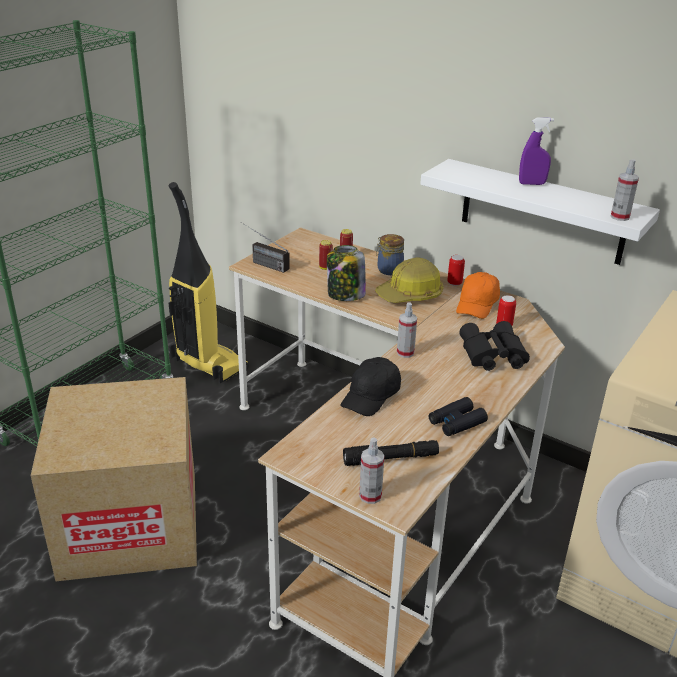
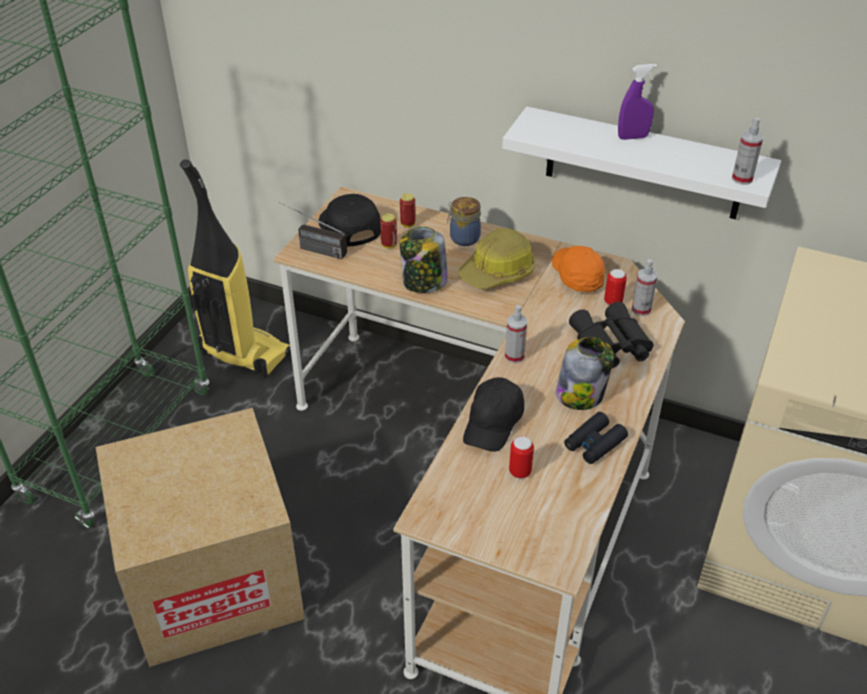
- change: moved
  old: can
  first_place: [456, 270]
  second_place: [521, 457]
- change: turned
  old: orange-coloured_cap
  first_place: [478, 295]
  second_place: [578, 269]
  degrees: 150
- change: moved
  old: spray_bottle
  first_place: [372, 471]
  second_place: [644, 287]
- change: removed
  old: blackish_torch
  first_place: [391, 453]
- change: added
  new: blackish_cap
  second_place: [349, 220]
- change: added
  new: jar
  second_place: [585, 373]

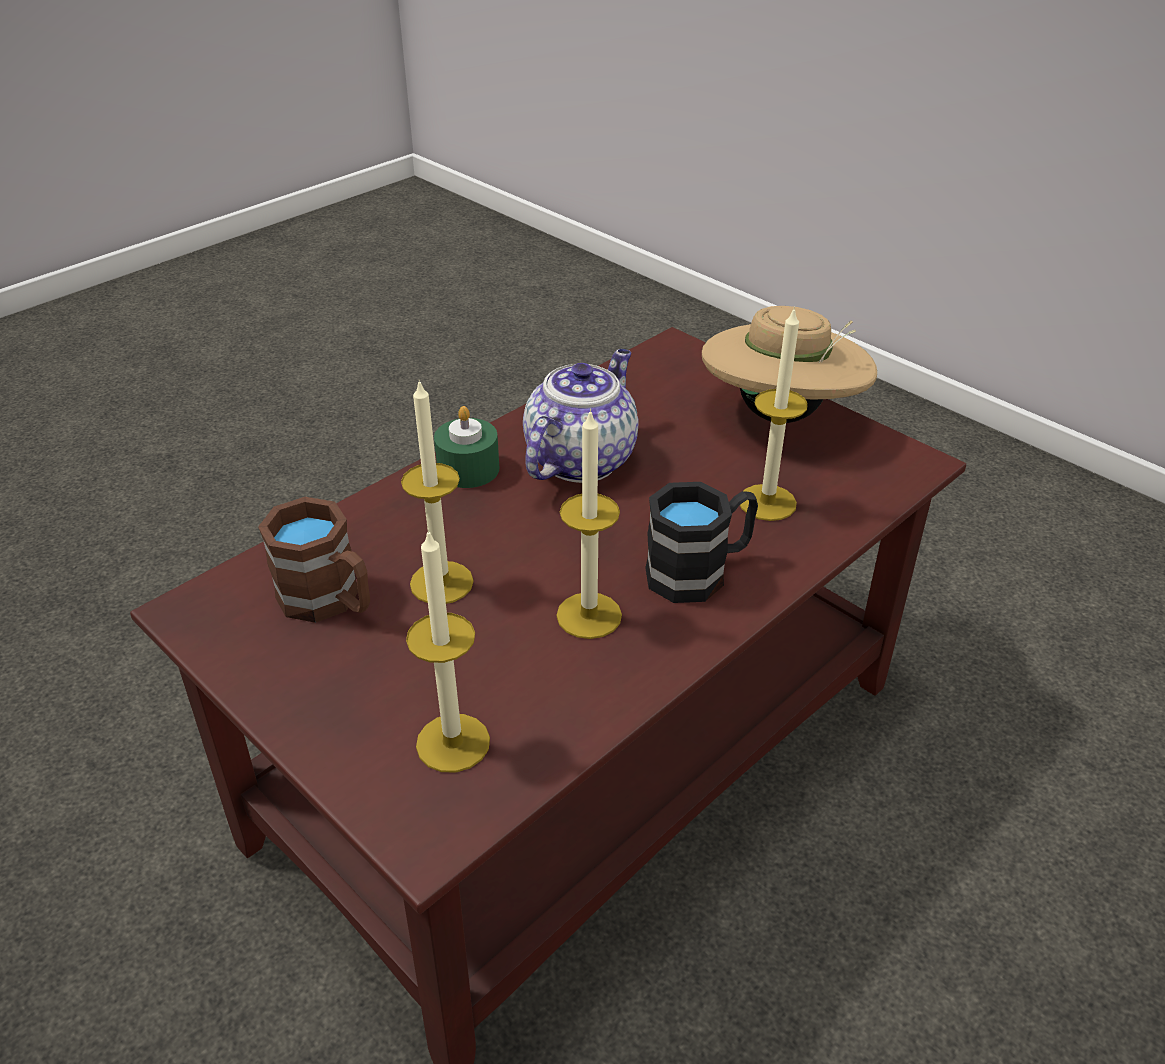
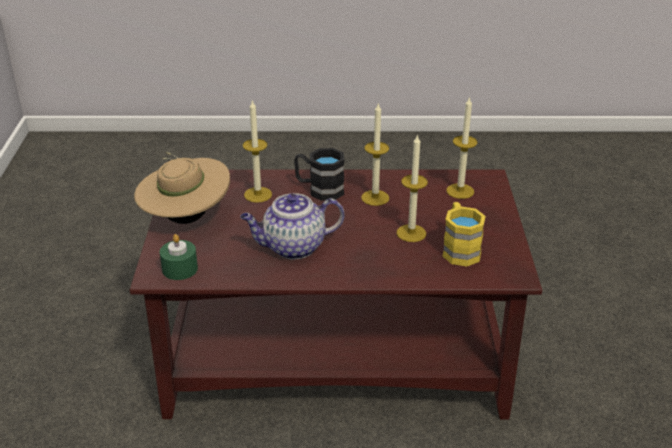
- change: moved
  old: green-coloured_candle
  first_place: [466, 447]
  second_place: [179, 257]
- change: recoloured
  old: brown_tea_mug
  new: yellow_tea_mug
  first_place: [314, 560]
  second_place: [464, 234]

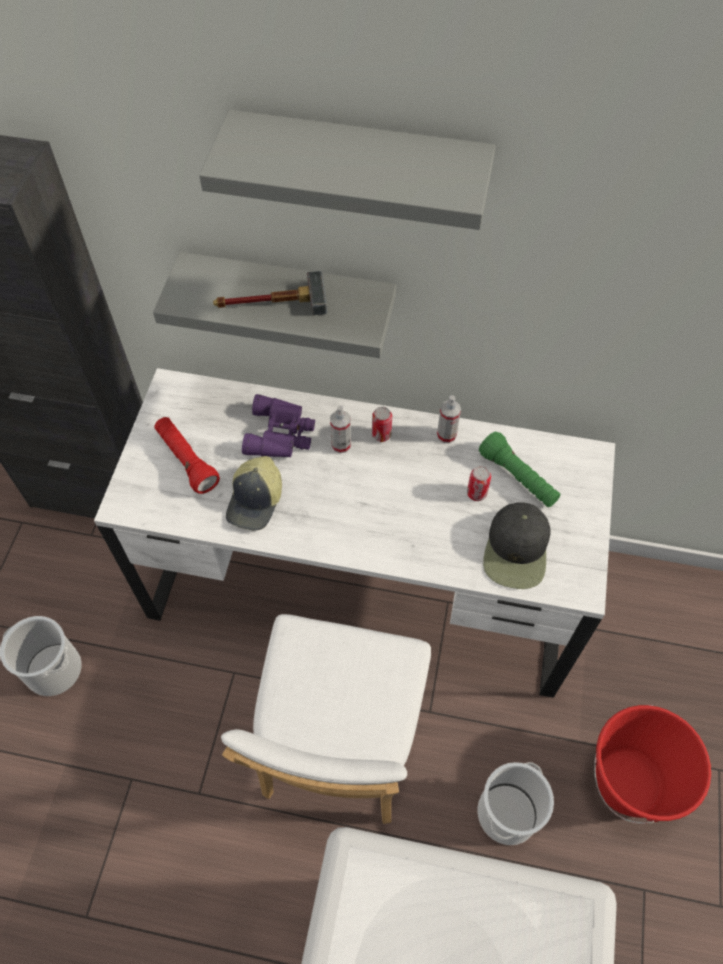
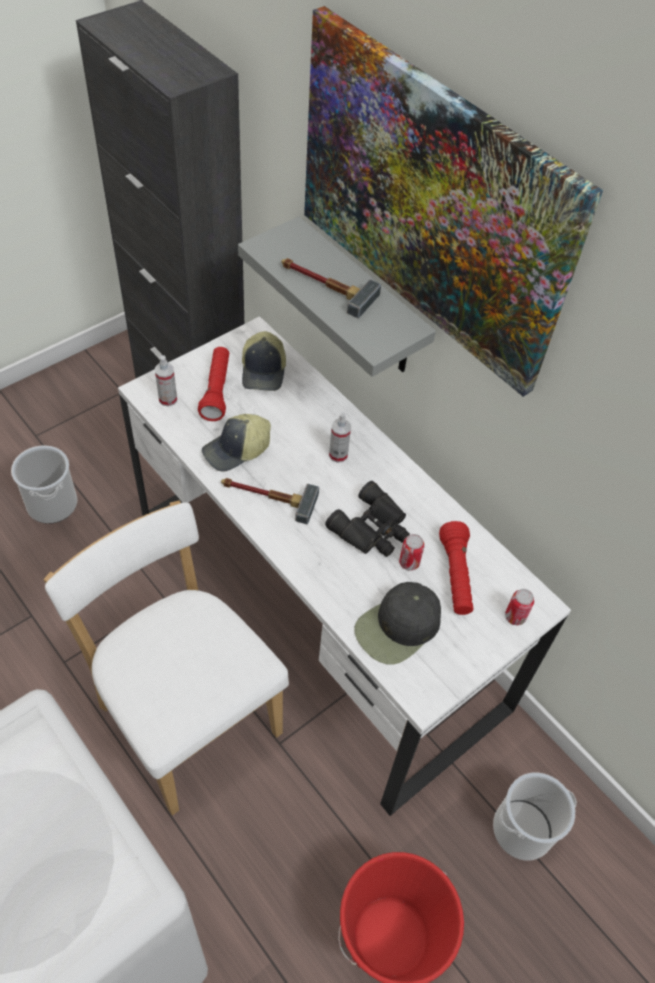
- change: replaced
  old: grey_wall_shelf
  new: wall_art
  first_place: [347, 170]
  second_place: [453, 201]
- change: removed
  old: purple-coloured_binoculars
  first_place: [278, 425]
- change: moved
  old: spray_bottle
  first_place: [449, 419]
  second_place: [166, 381]
- change: moved
  old: can
  first_place: [382, 424]
  second_place: [519, 607]
- change: recoloured
  old: green-coloured_torch
  new: red-coloured_torch
  first_place: [519, 469]
  second_place: [456, 568]
- change: turned
  old: white_upright_chair
  first_place: [326, 719]
  second_place: [166, 658]
  degrees: 90
- change: moved
  old: bucket
  first_place: [516, 803]
  second_place: [535, 816]
- change: added
  new: cap
  second_place: [264, 361]
- change: added
  new: tool_hammer
  second_place: [270, 501]
- change: added
  new: blackish_binoculars
  second_place: [367, 519]

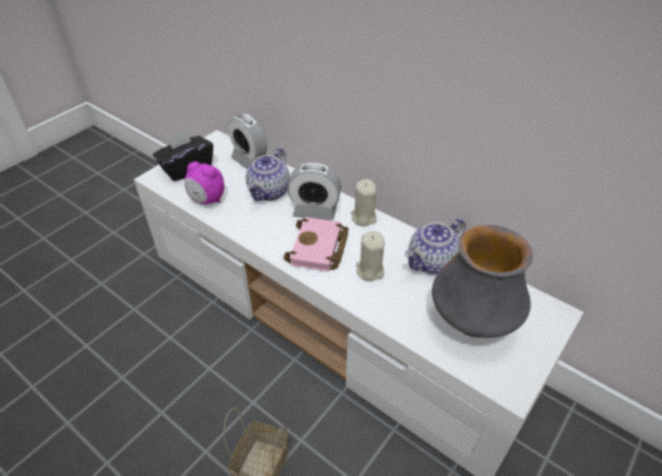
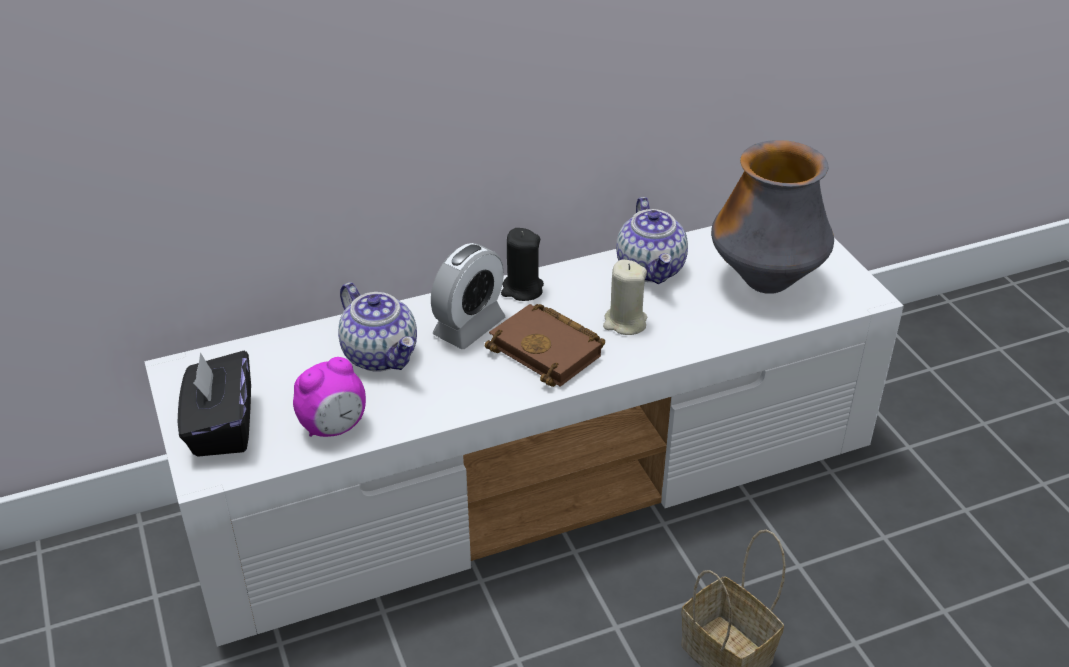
- change: removed
  old: bedside_clock
  first_place: [247, 141]
- change: recoloured
  old: beige-coloured_candle
  new: blackish_candle
  first_place: [364, 202]
  second_place: [522, 264]
- change: recoloured
  old: pinkish_book
  new: brown_book
  first_place: [316, 244]
  second_place: [545, 345]

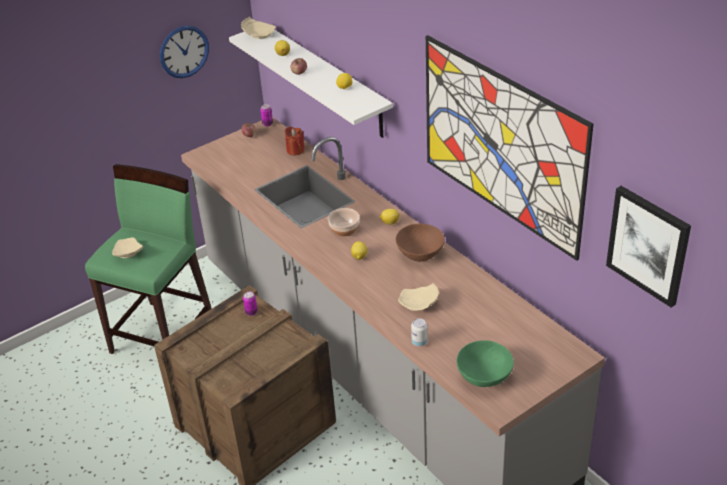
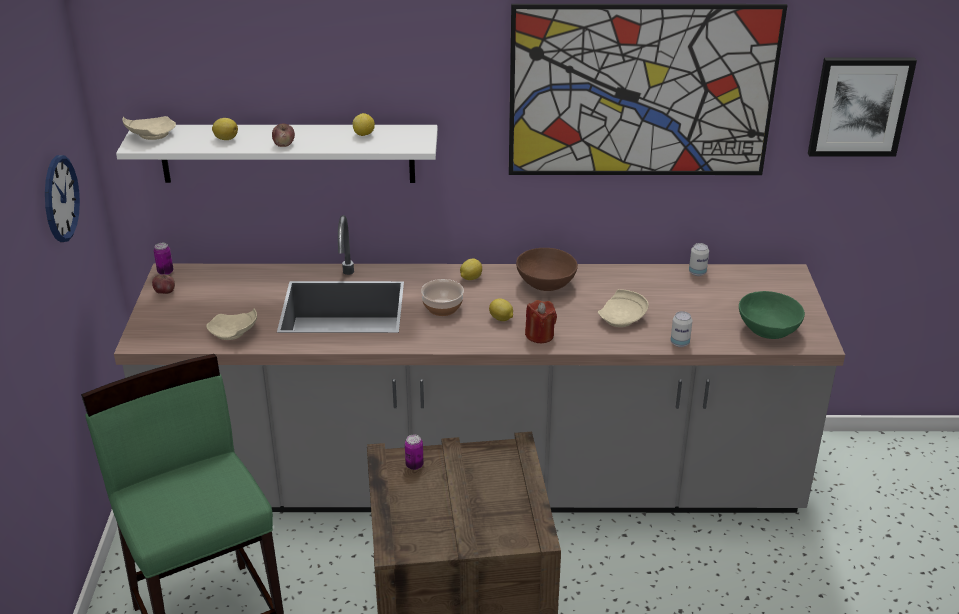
- change: moved
  old: red-coloured_candle
  first_place: [294, 141]
  second_place: [541, 321]
- change: moved
  old: beige-coloured_dinner_plate
  first_place: [127, 248]
  second_place: [231, 324]
- change: added
  new: can
  second_place: [699, 259]

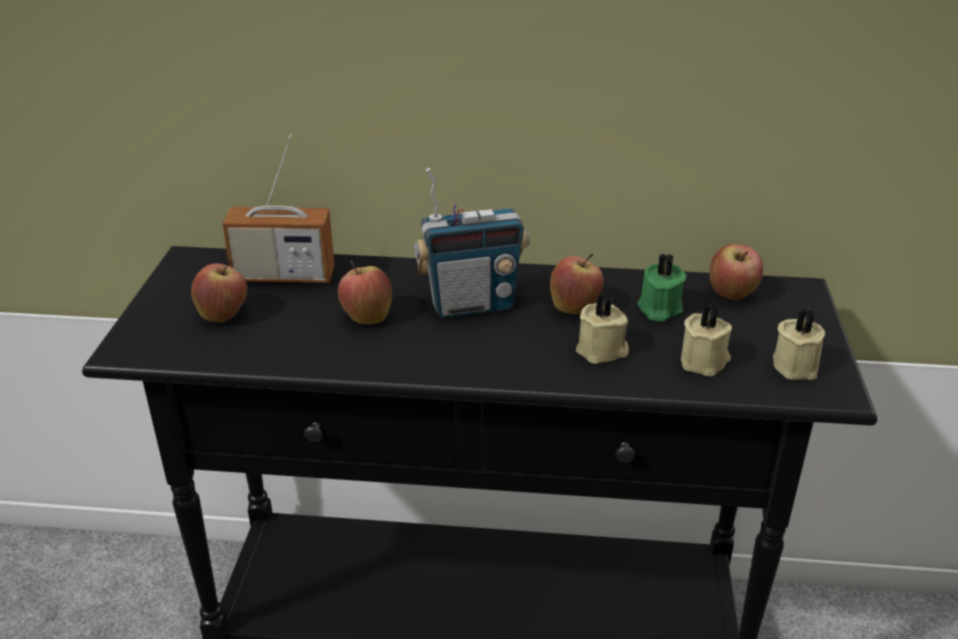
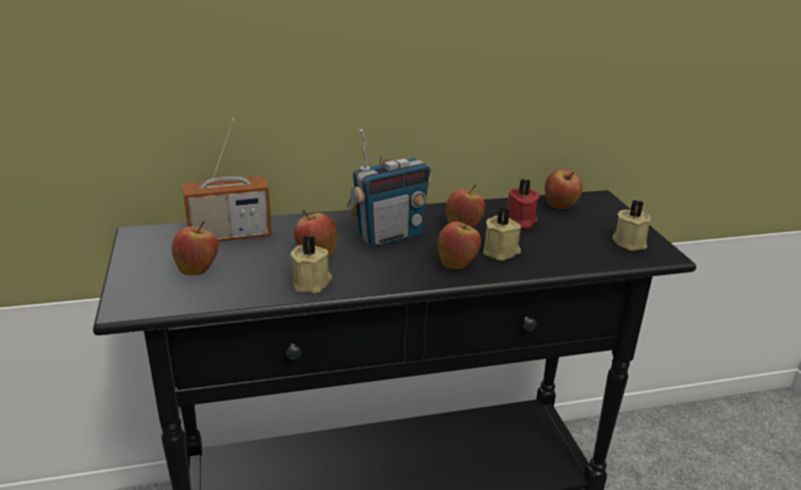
- change: recoloured
  old: green-coloured_candle
  new: red-coloured_candle
  first_place: [662, 287]
  second_place: [523, 204]
- change: moved
  old: beige-coloured_candle
  first_place: [706, 340]
  second_place: [311, 264]
- change: added
  new: whole_apple
  second_place: [459, 243]

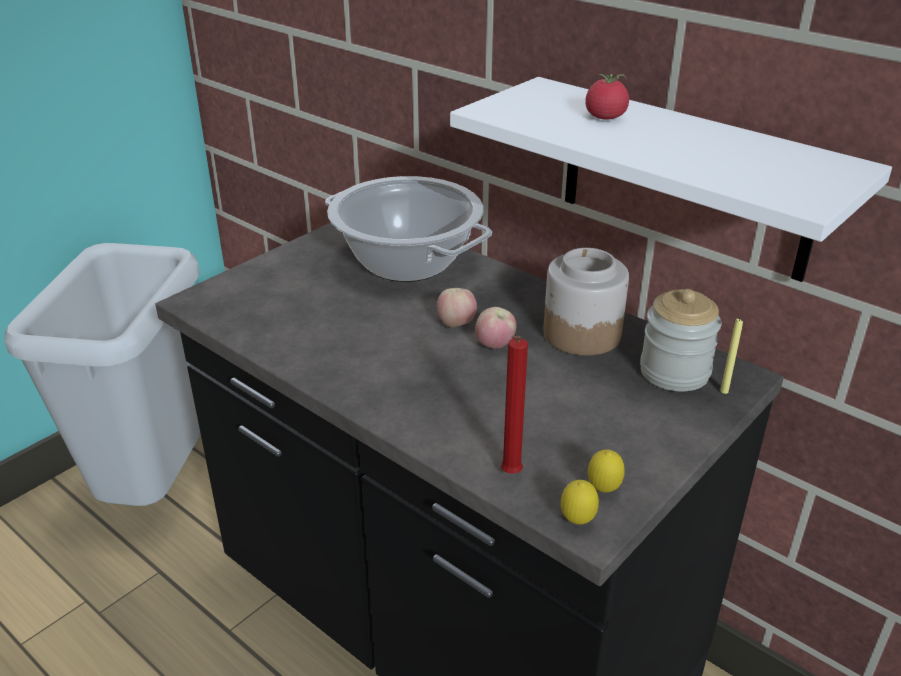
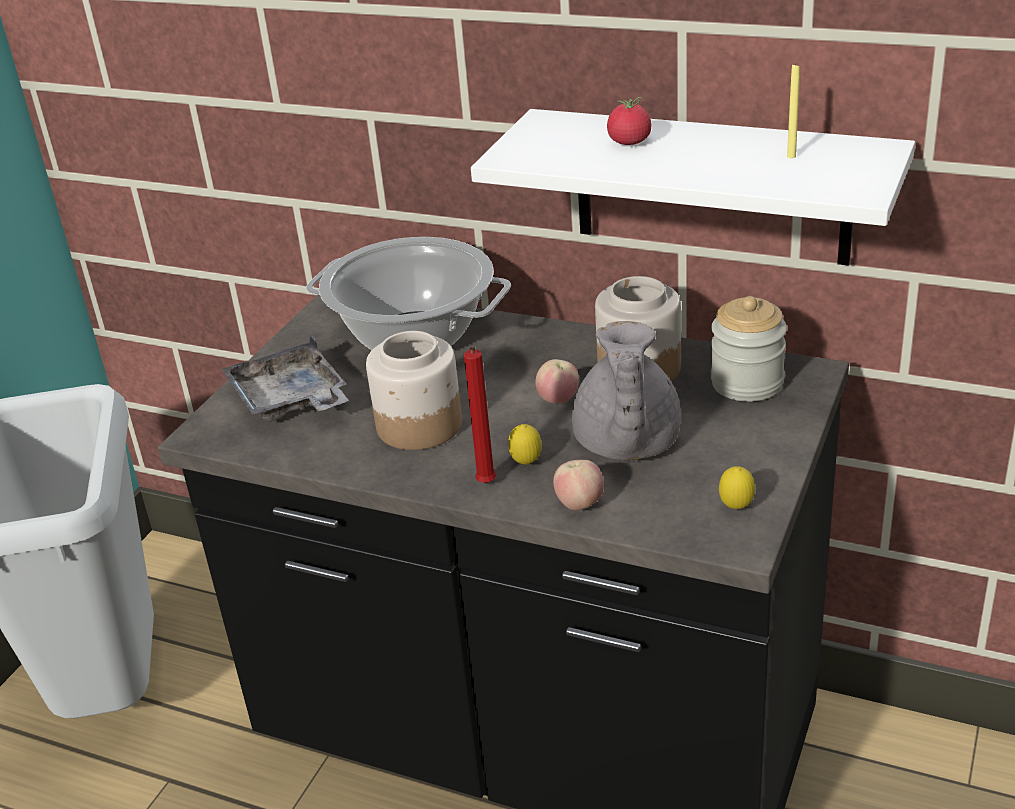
- change: moved
  old: whole_apple
  first_place: [457, 307]
  second_place: [578, 485]
- change: moved
  old: yellow_candle
  first_place: [731, 356]
  second_place: [793, 111]
- change: moved
  old: red-coloured_candle
  first_place: [514, 405]
  second_place: [480, 415]
- change: moved
  old: lemon
  first_place: [580, 502]
  second_place: [525, 444]
- change: added
  new: grey_tea_pot
  second_place: [626, 390]
- change: added
  new: jar
  second_place: [414, 390]
- change: added
  new: grey_serving_tray
  second_place: [285, 378]

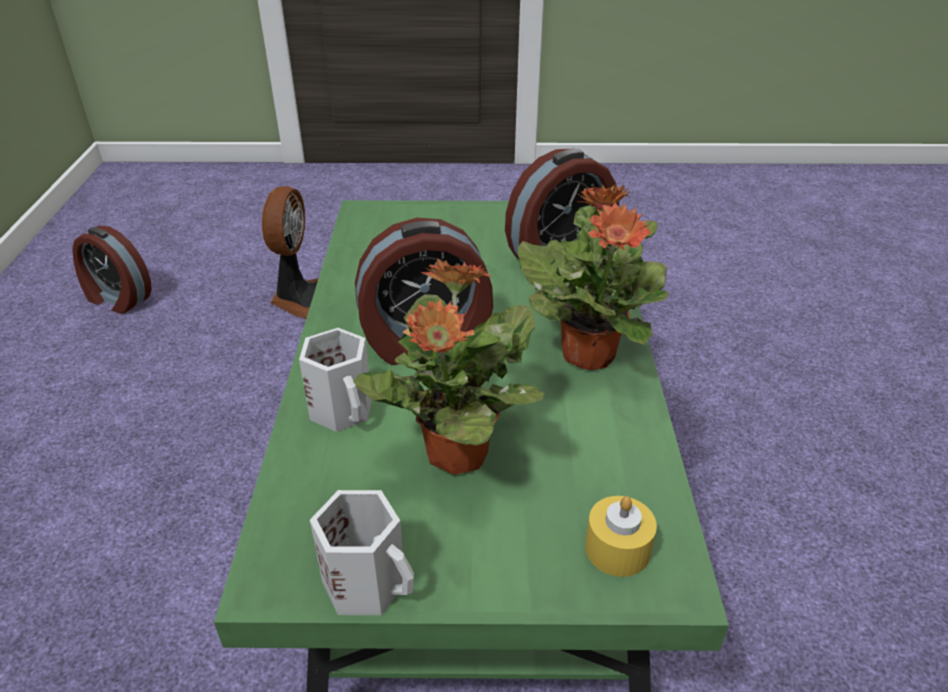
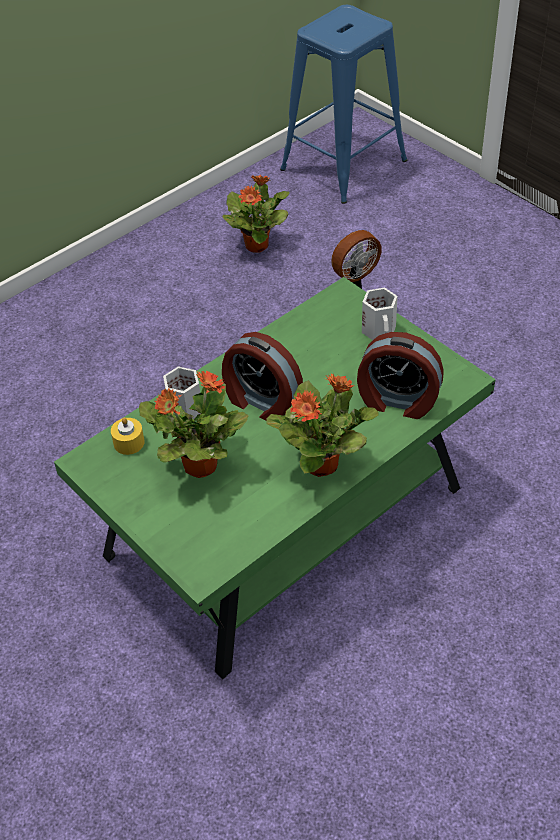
- change: replaced
  old: bedside_clock
  new: houseplant
  first_place: [112, 270]
  second_place: [256, 214]
- change: moved
  old: white_tea_mug
  first_place: [362, 552]
  second_place: [380, 313]
- change: moved
  old: yellow_candle
  first_place: [621, 536]
  second_place: [128, 436]
- change: added
  new: blue-coloured_sitting_stool
  second_place: [343, 104]

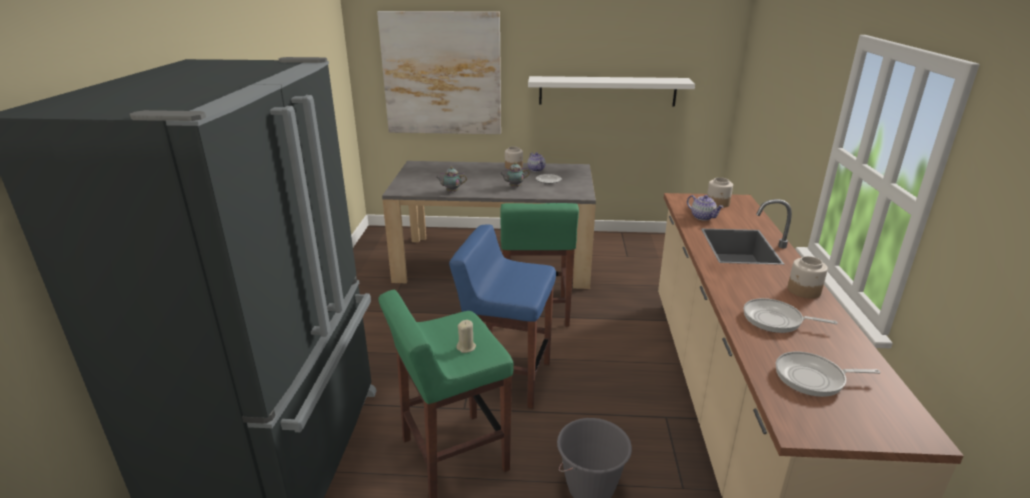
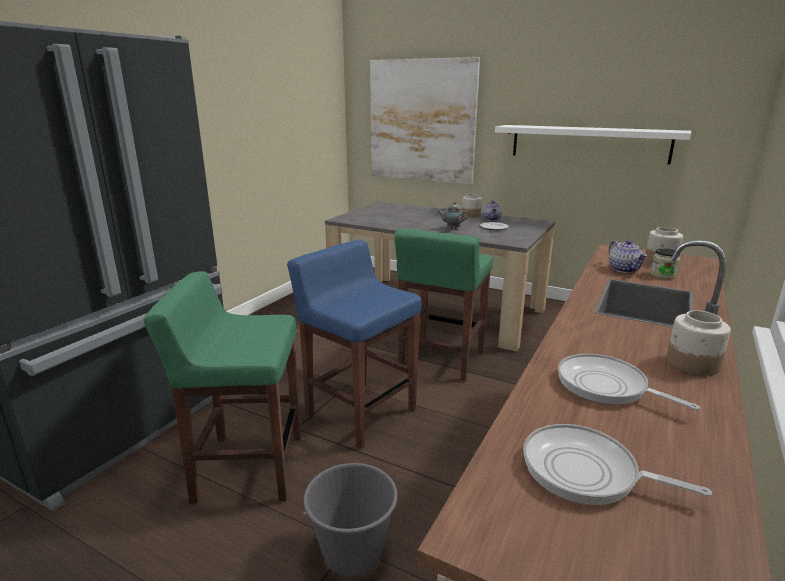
- change: removed
  old: tea_pot
  first_place: [451, 179]
- change: removed
  old: beige-coloured_candle
  first_place: [466, 336]
- change: added
  new: jar
  second_place: [665, 263]

